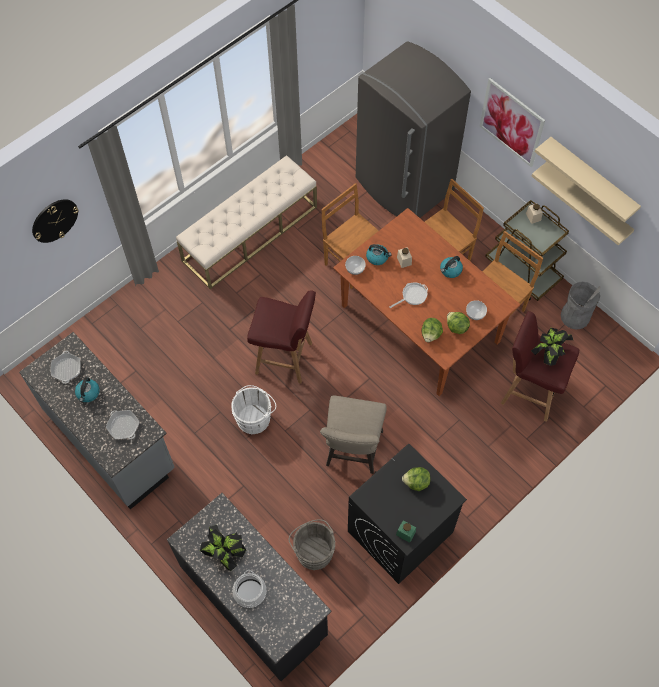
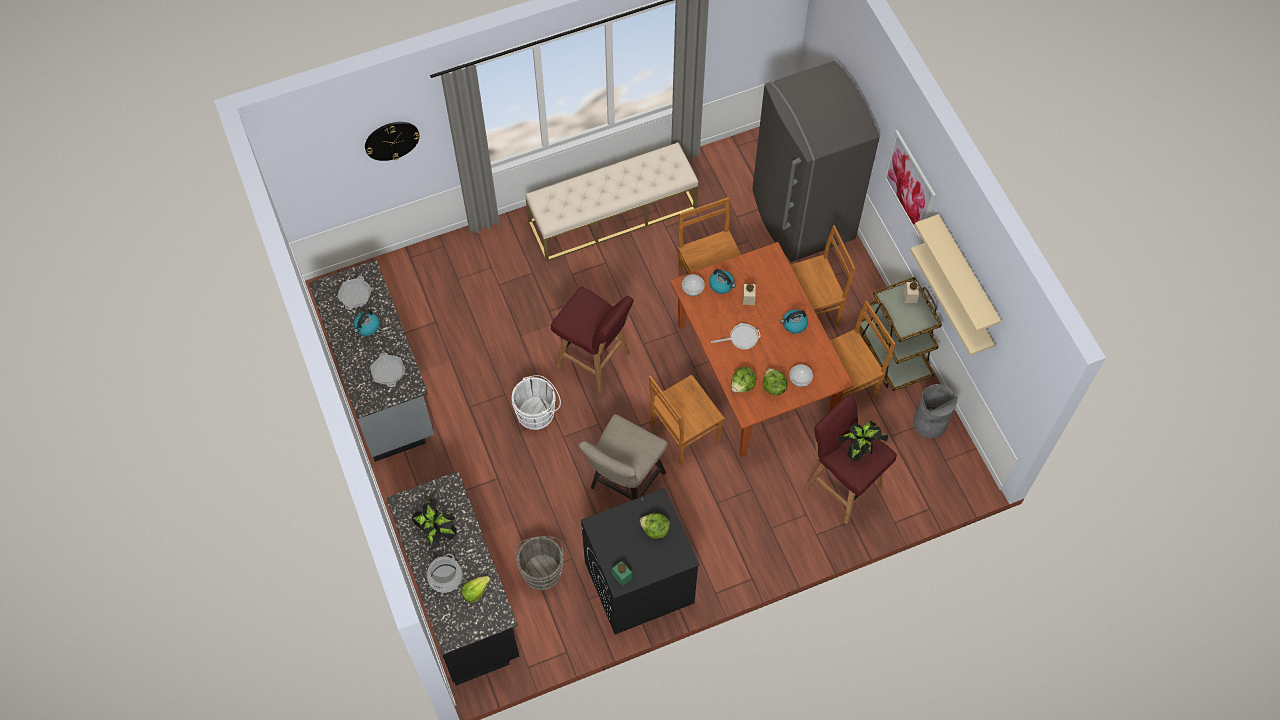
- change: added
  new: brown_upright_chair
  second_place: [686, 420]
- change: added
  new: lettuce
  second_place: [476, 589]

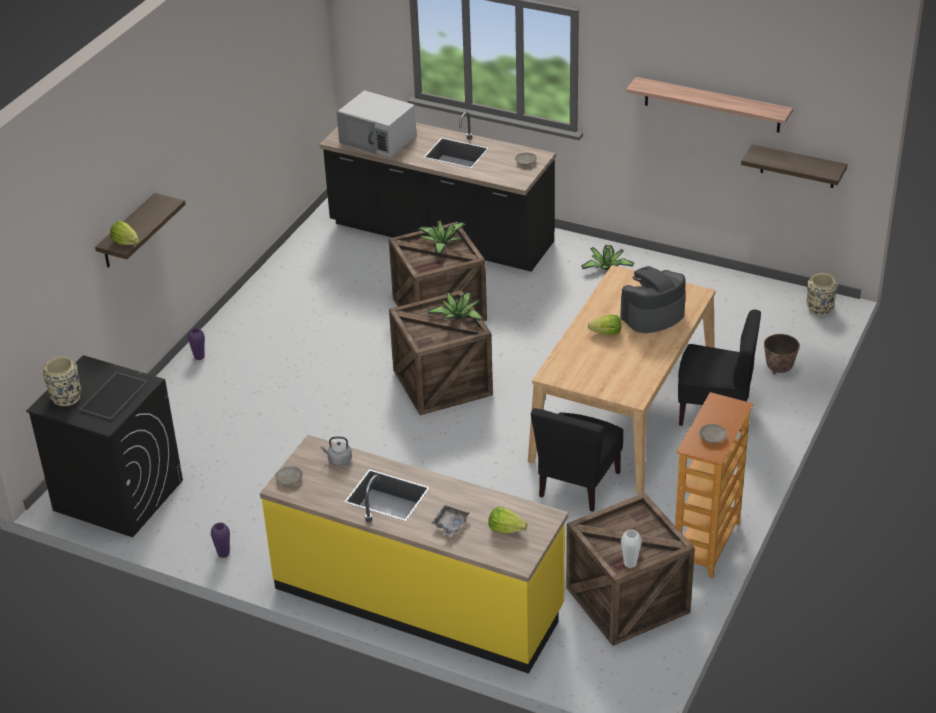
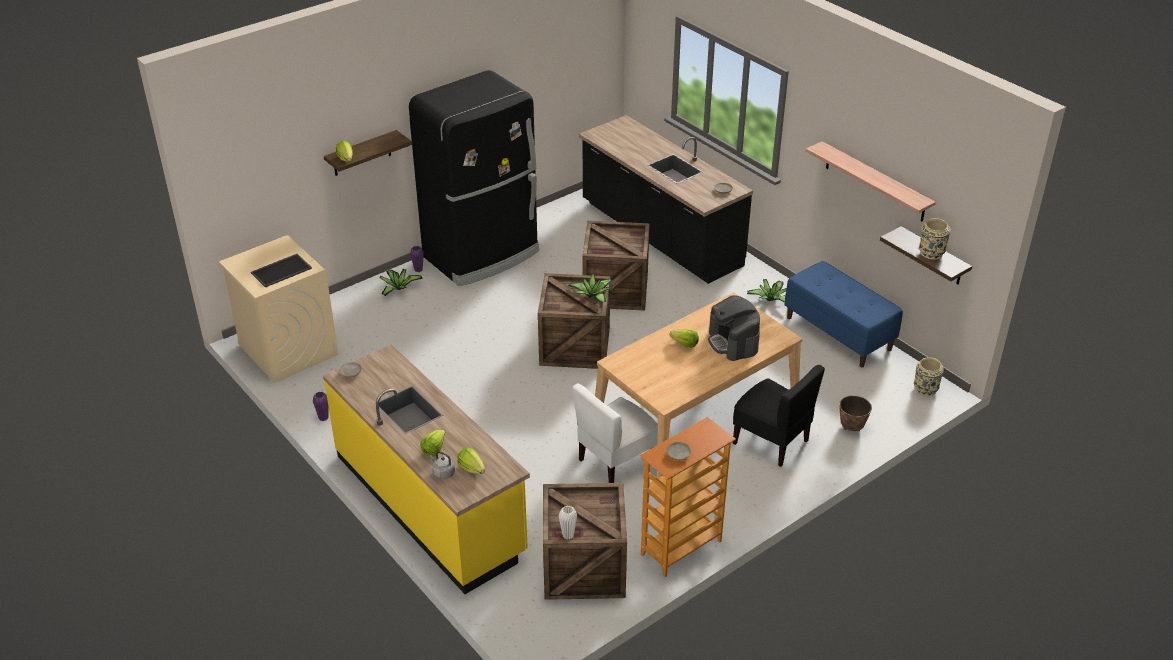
- change: removed
  old: white_microwave
  first_place: [376, 123]
- change: moved
  old: houseplant
  first_place: [442, 237]
  second_place: [401, 282]
- change: turned
  old: coffee_maker
  first_place: [653, 299]
  second_place: [734, 328]
  degrees: -105
- change: recoloured
  old: blackish_washing_machine
  new: beige-coloured_washing_machine
  first_place: [104, 446]
  second_place: [279, 309]
- change: moved
  old: beige-coloured_flower_vase
  first_place: [61, 381]
  second_place: [935, 239]
- change: recoloured
  old: blackish_upright_chair
  new: white_upright_chair
  first_place: [577, 460]
  second_place: [615, 433]
- change: moved
  old: grey_kettle
  first_place: [336, 451]
  second_place: [442, 465]
- change: replaced
  old: grey_serving_tray
  new: lettuce
  first_place: [450, 520]
  second_place: [432, 443]
- change: added
  new: blackish_fridge
  second_place: [474, 178]
- change: added
  new: blue-coloured_long_seat
  second_place: [843, 314]

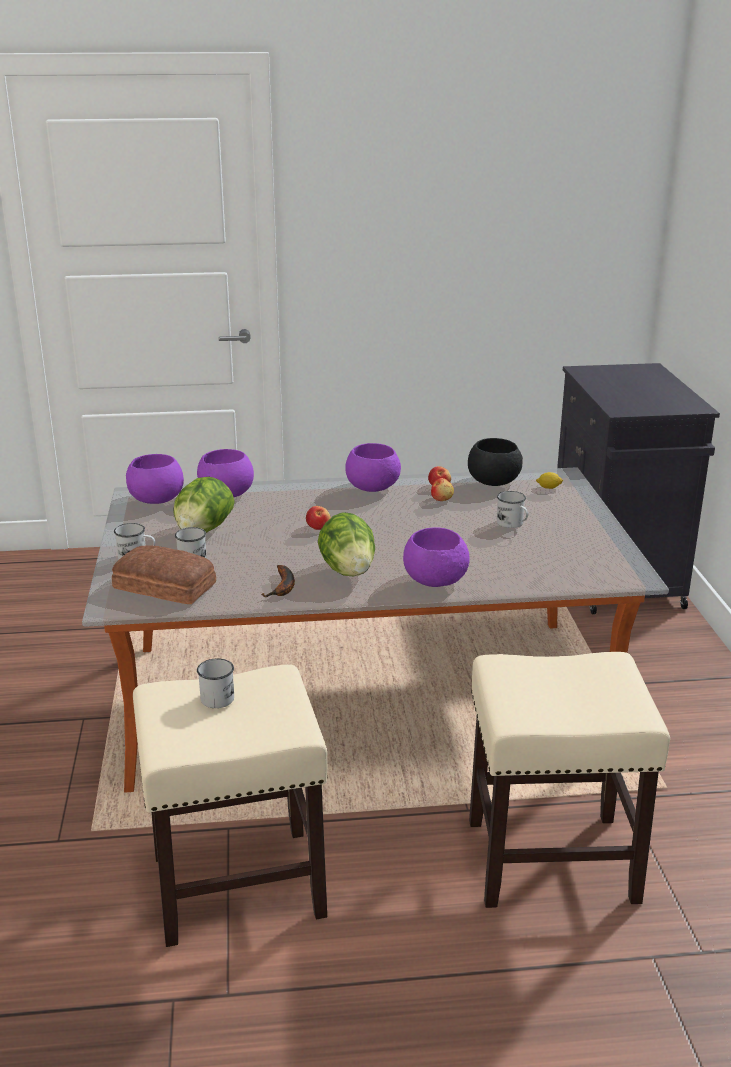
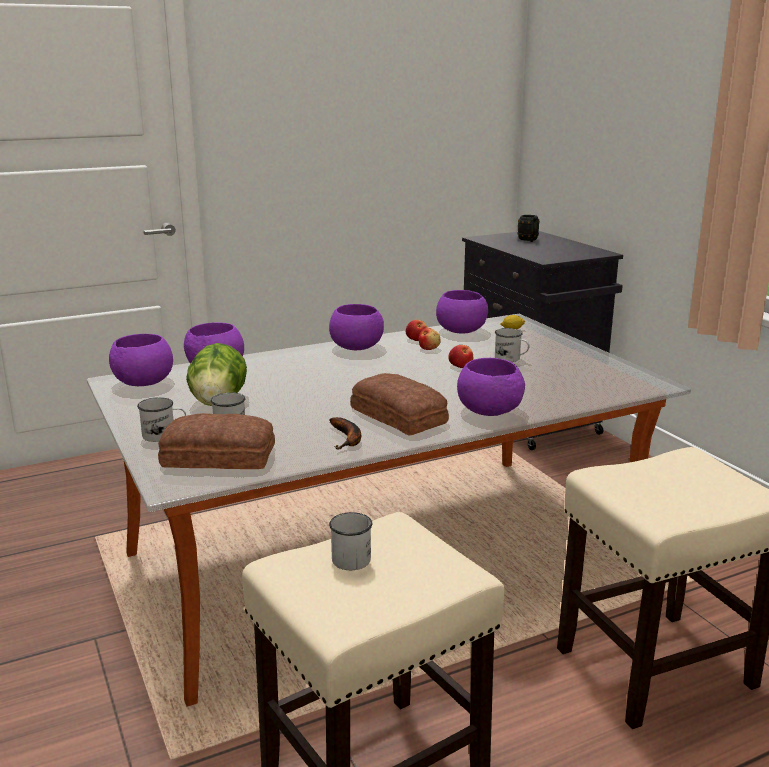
- change: recoloured
  old: blackish_bowl
  new: purple-coloured_bowl
  first_place: [495, 462]
  second_place: [462, 312]
- change: moved
  old: whole_apple
  first_place: [318, 518]
  second_place: [460, 356]
- change: replaced
  old: lettuce
  new: bakery_bread
  first_place: [346, 544]
  second_place: [399, 404]
- change: added
  new: blackish_tea_mug
  second_place: [528, 228]

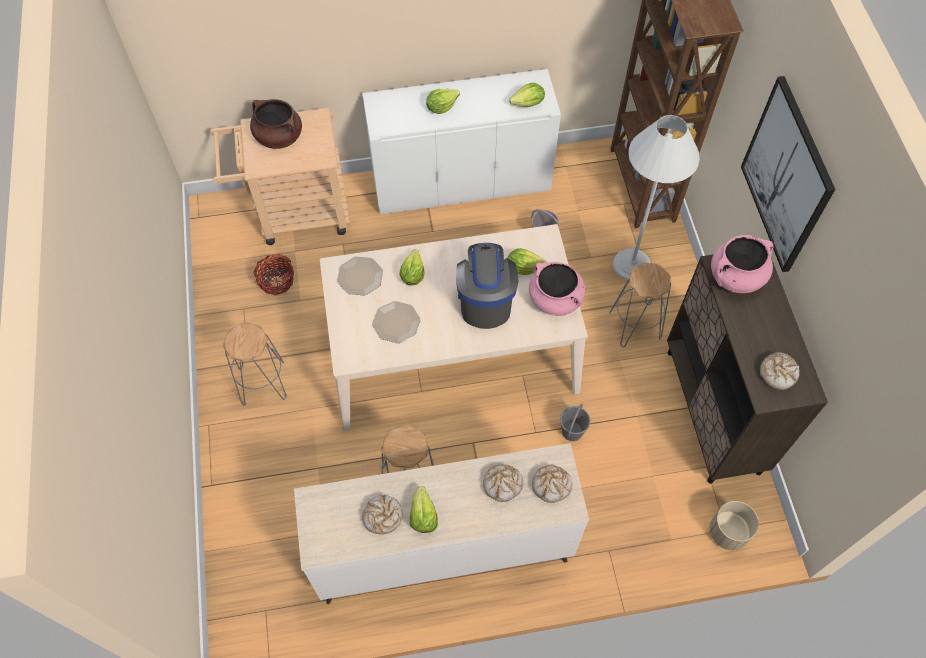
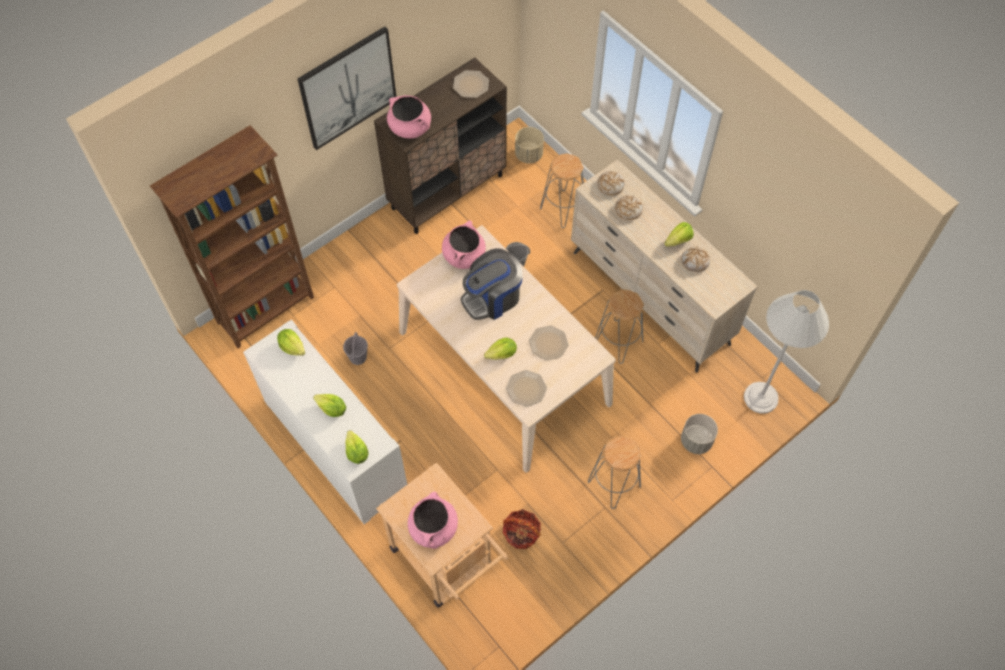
- change: recoloured
  old: brown_stockpot
  new: pinkish_stockpot
  first_place: [276, 124]
  second_place: [433, 520]
- change: moved
  old: white_floor_lamp
  first_place: [656, 197]
  second_place: [786, 352]
- change: moved
  old: lettuce
  first_place: [527, 261]
  second_place: [357, 447]
- change: moved
  old: grey_sitting_stool
  first_place: [640, 305]
  second_place: [562, 190]
- change: replaced
  old: bakery_bread
  new: dinner_plate
  first_place: [780, 371]
  second_place: [471, 84]
- change: added
  new: grey_flower_pot
  second_place: [699, 434]

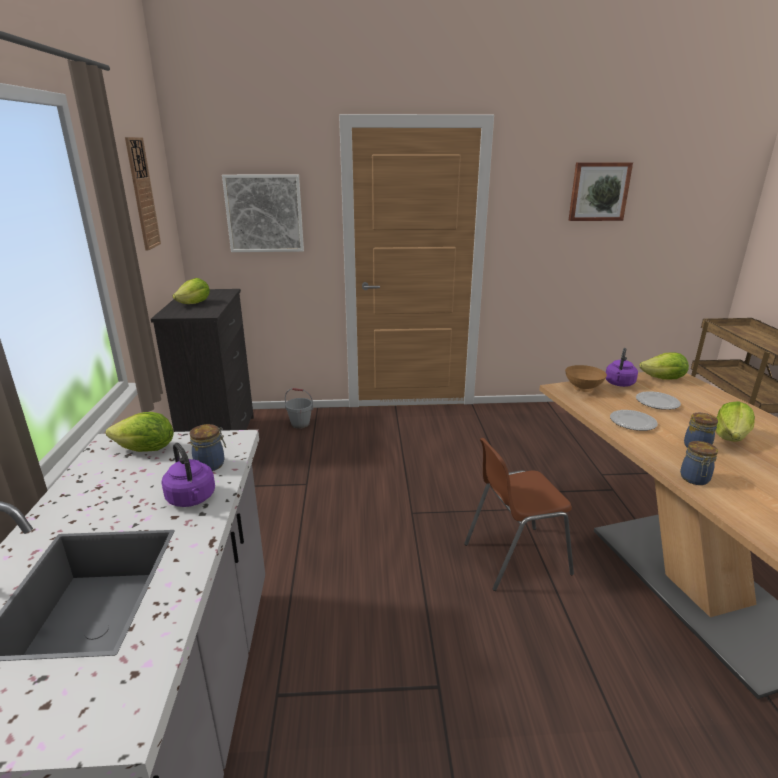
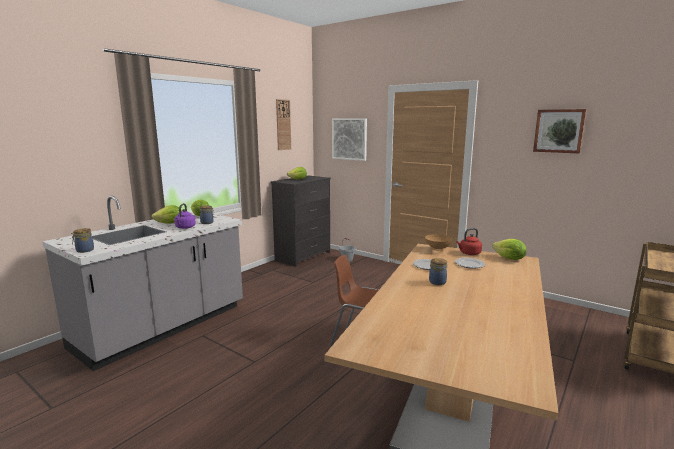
- change: recoloured
  old: purple-coloured_kettle
  new: red-coloured_kettle
  first_place: [622, 367]
  second_place: [469, 241]
- change: moved
  old: lettuce
  first_place: [735, 421]
  second_place: [166, 214]
- change: moved
  old: jar
  first_place: [699, 463]
  second_place: [82, 240]

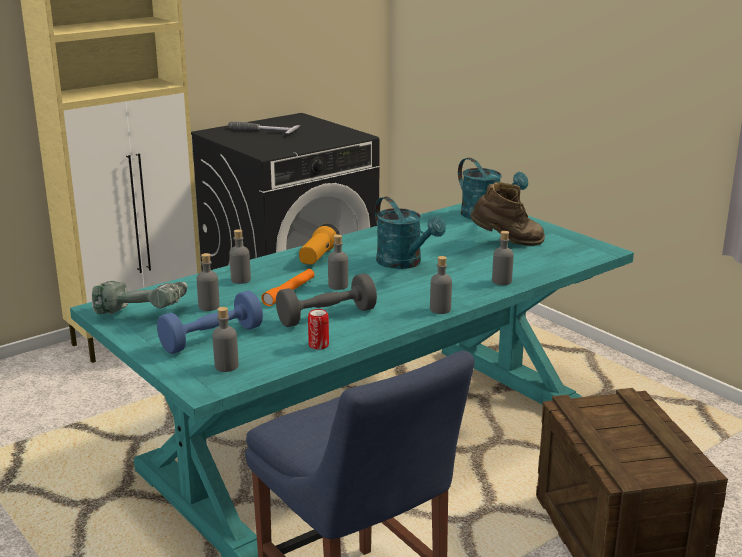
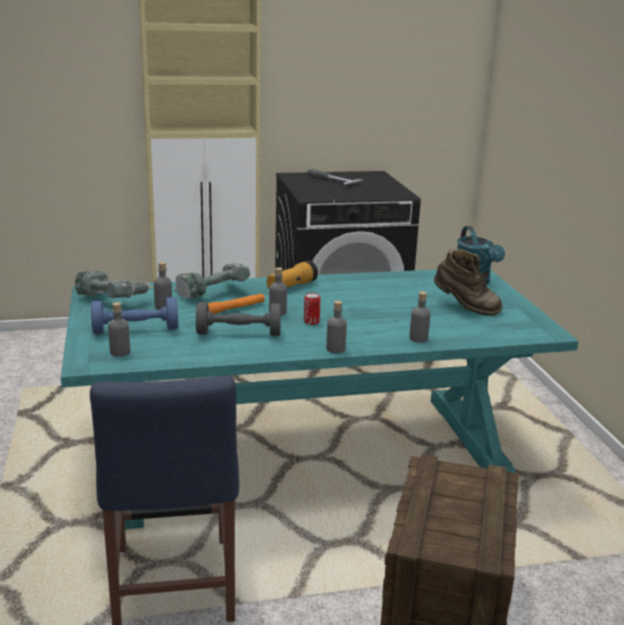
- change: removed
  old: blue-green_watering_can
  first_place: [410, 233]
- change: replaced
  old: grey_drink_bottle
  new: power_drill
  first_place: [240, 256]
  second_place: [212, 281]
- change: moved
  old: can
  first_place: [318, 329]
  second_place: [312, 309]

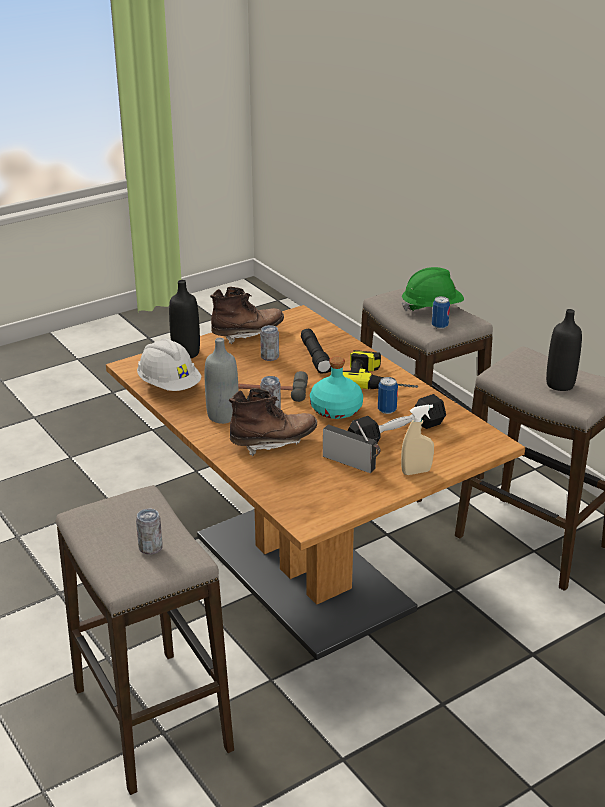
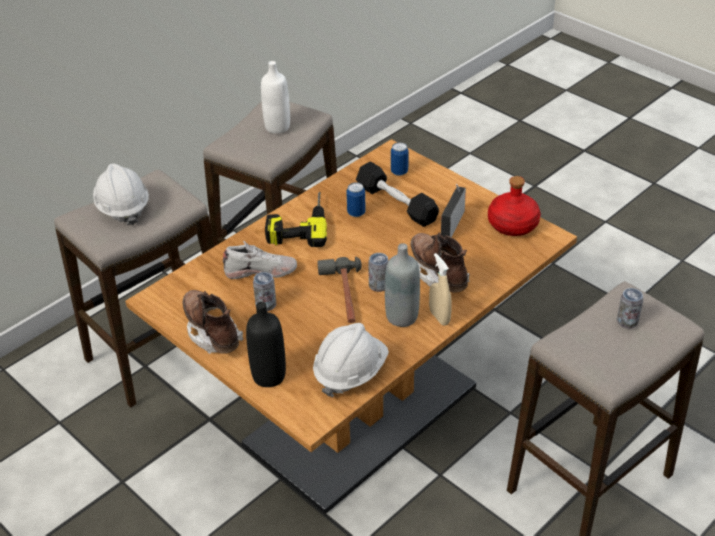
- change: recoloured
  old: green-coloured_safety_helmet
  new: white_safety_helmet
  first_place: [433, 289]
  second_place: [121, 194]
- change: moved
  old: can
  first_place: [441, 312]
  second_place: [400, 159]
- change: recoloured
  old: blackish_drink_bottle
  new: white_drink_bottle
  first_place: [564, 350]
  second_place: [275, 97]
- change: replaced
  old: blackish_torch
  new: white_item_of_footwear
  first_place: [316, 351]
  second_place: [260, 260]
- change: removed
  old: blue-green_drink_bottle
  first_place: [336, 388]
- change: moved
  old: beige-coloured_spray_bottle
  first_place: [417, 439]
  second_place: [440, 289]
- change: added
  new: red-coloured_drink_bottle
  second_place: [514, 206]

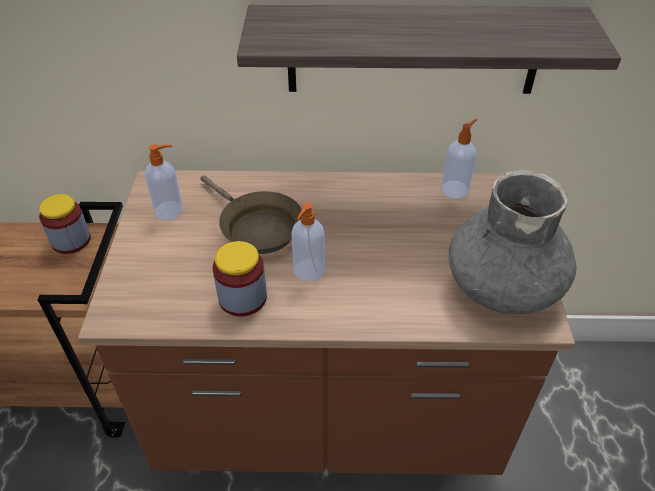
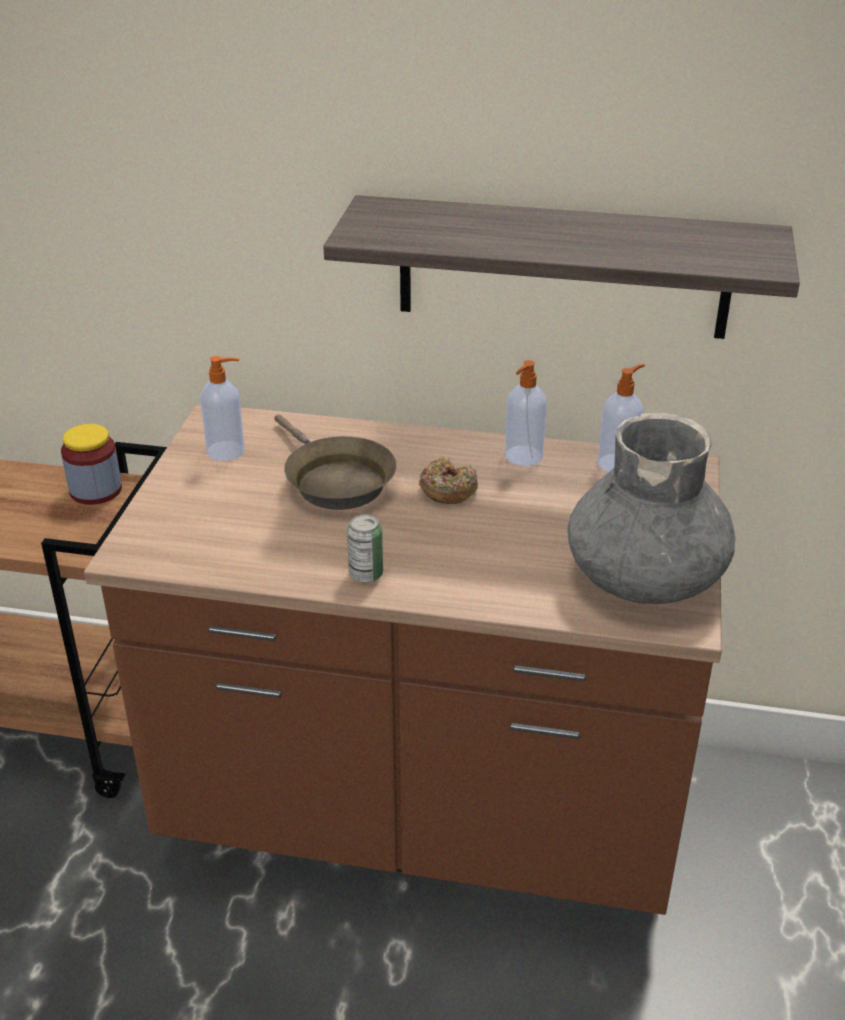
- change: moved
  old: liquid_soap_bottle
  first_place: [308, 241]
  second_place: [526, 413]
- change: removed
  old: jar
  first_place: [240, 278]
- change: added
  new: donut
  second_place: [448, 480]
- change: added
  new: can
  second_place: [365, 548]

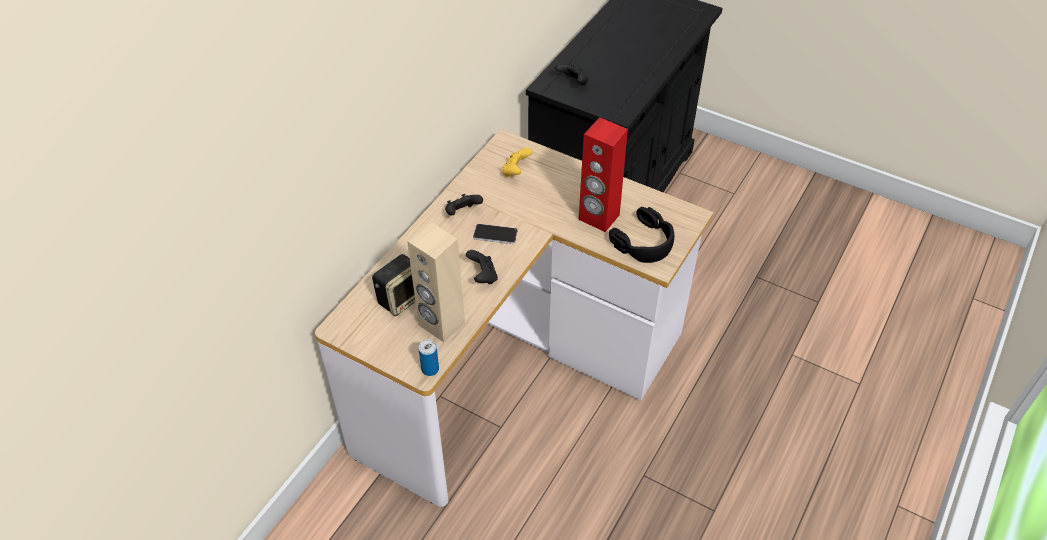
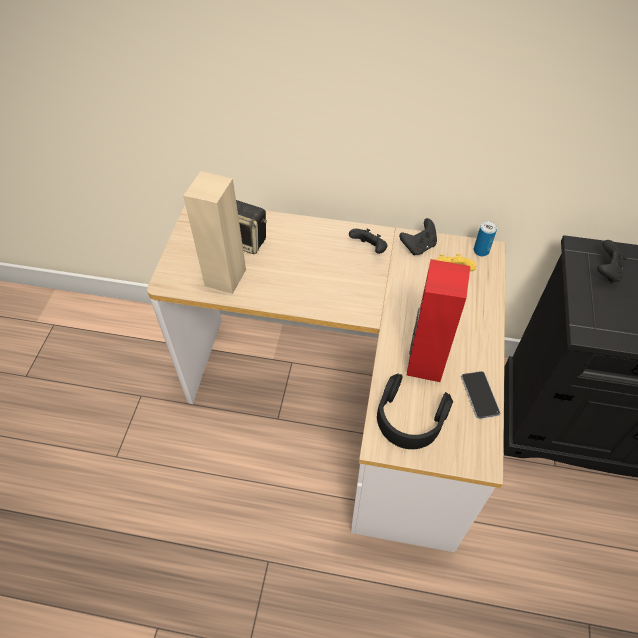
- change: moved
  old: telephone
  first_place: [495, 234]
  second_place: [480, 395]
- change: moved
  old: blackish_game_controller
  first_place: [482, 267]
  second_place: [418, 236]
- change: moved
  old: can
  first_place: [428, 358]
  second_place: [485, 238]

